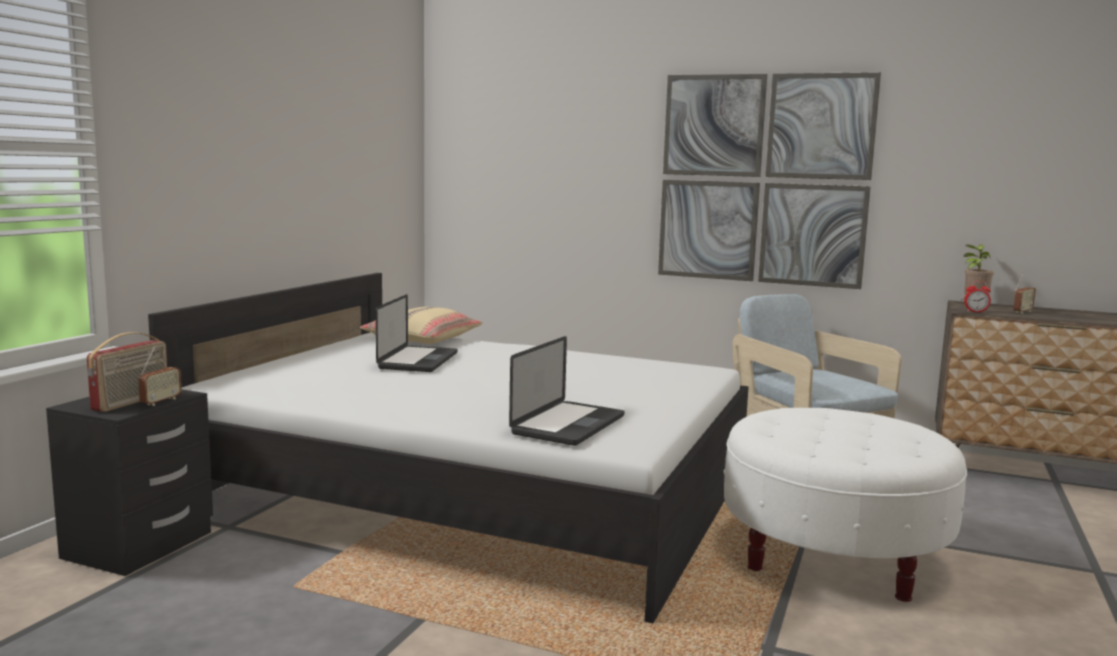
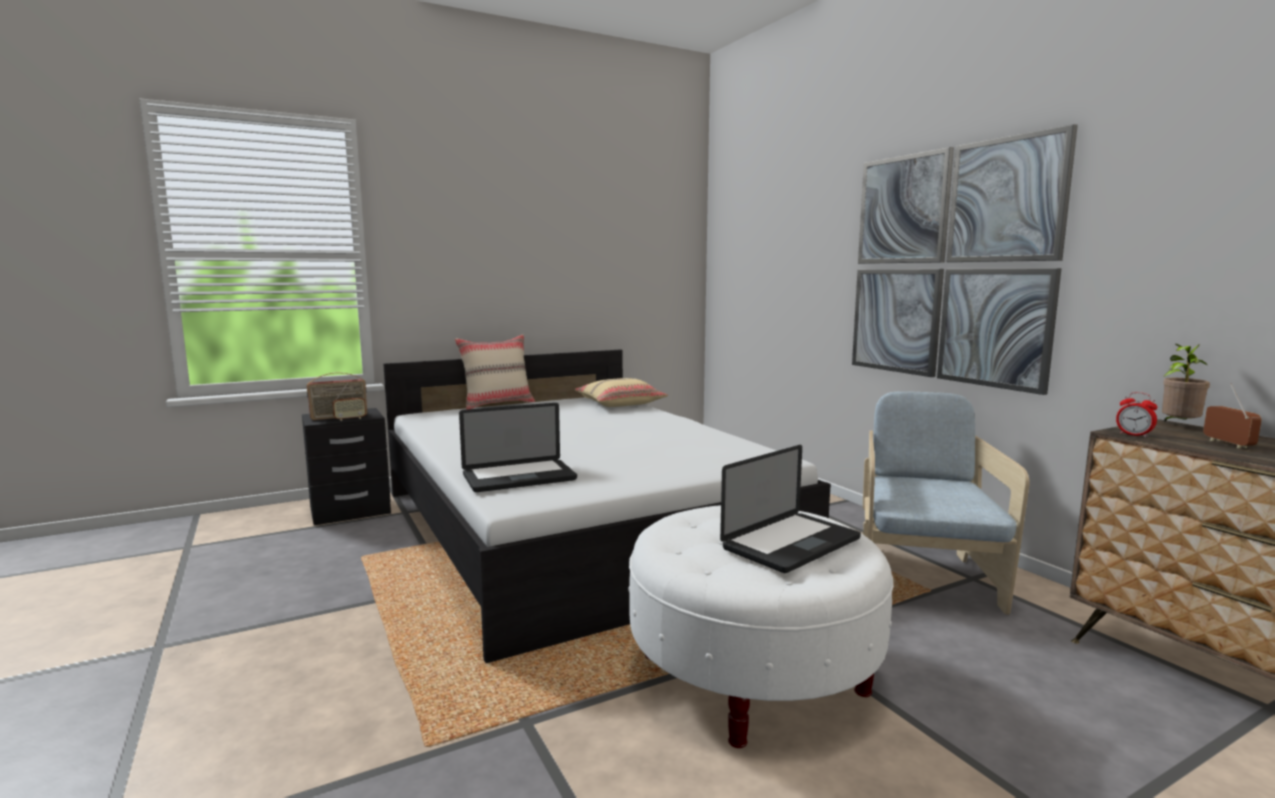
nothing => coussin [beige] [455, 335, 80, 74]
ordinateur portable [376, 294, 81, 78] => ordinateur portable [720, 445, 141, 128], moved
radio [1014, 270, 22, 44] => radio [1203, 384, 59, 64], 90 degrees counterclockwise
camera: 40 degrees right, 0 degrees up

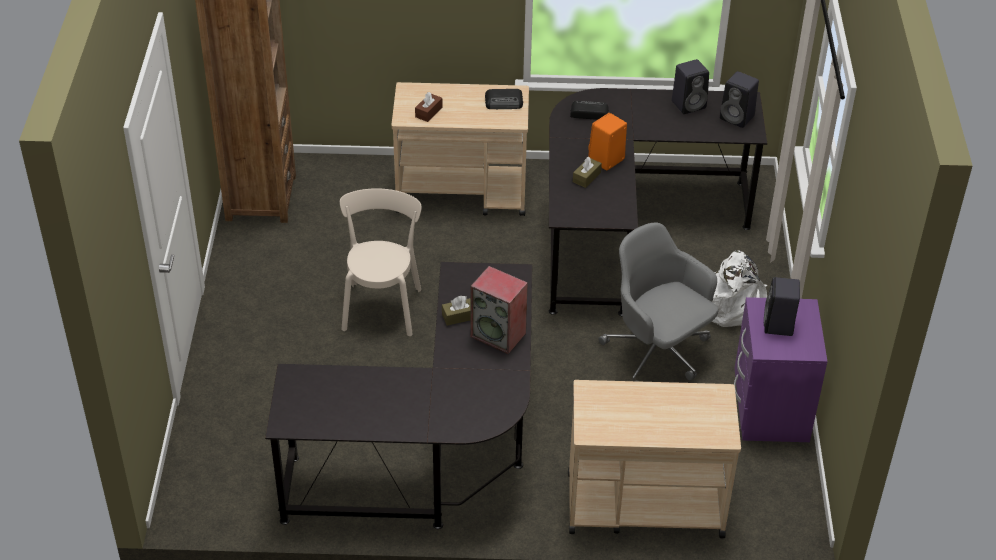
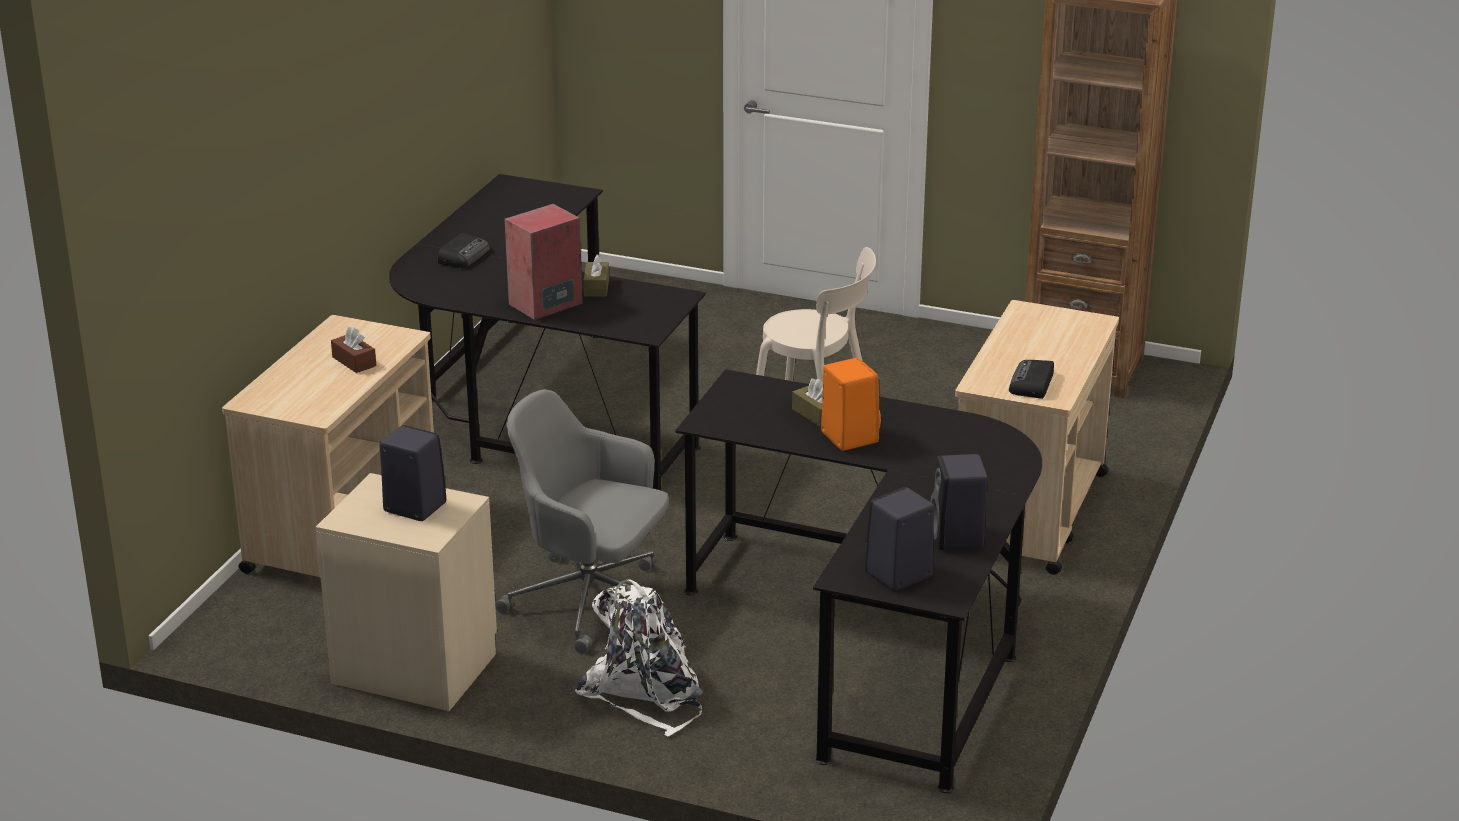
table de chevet [violet] [734, 297, 94, 145] => table de chevet [beige] [316, 473, 181, 238]
boîte à mouchoirs [marron] [415, 92, 27, 30] => boîte à mouchoirs [marron] [331, 327, 45, 46], moved
radio [570, 101, 39, 19] => radio [438, 233, 52, 35], moved
chaise de bureau [gris] [598, 222, 121, 160] => chaise de bureau [gris] [496, 389, 173, 265], 135 degrees counterclockwise
camera: 110 degrees right, 15 degrees down

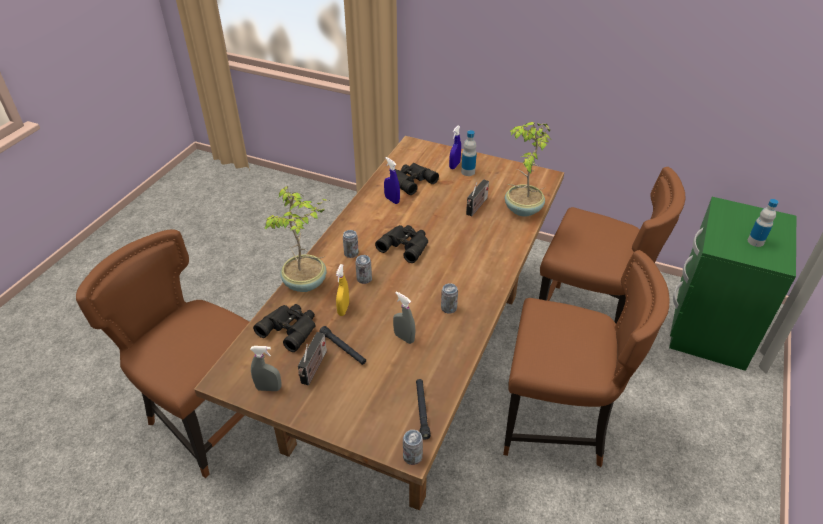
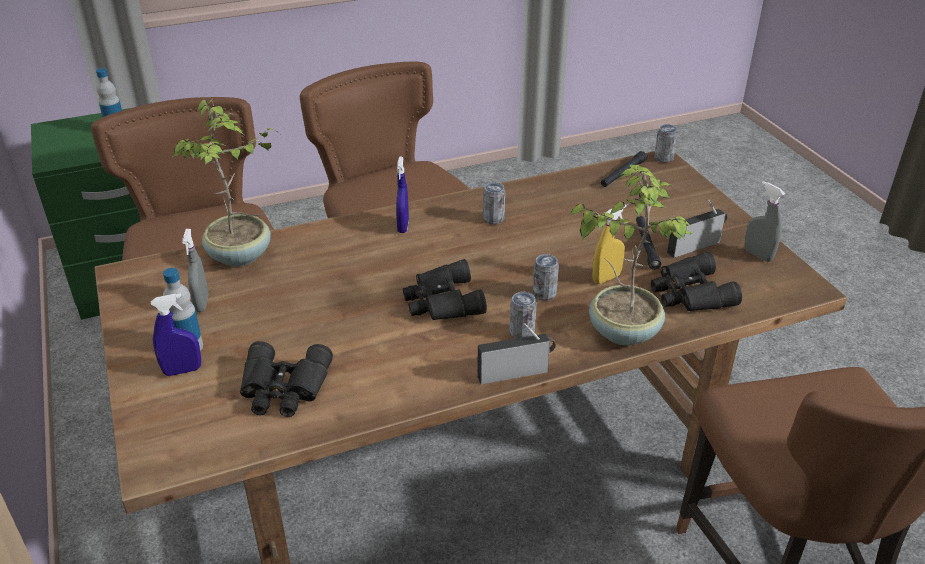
vaporisateur [gris] [393, 291, 23, 53] => vaporisateur [gris] [182, 229, 27, 83], moved
vaporisateur [bleu] [384, 157, 16, 47] => vaporisateur [bleu] [396, 157, 13, 76], moved
radio [466, 179, 23, 37] => radio [477, 323, 79, 61], moved
camera: 135 degrees left, 5 degrees down

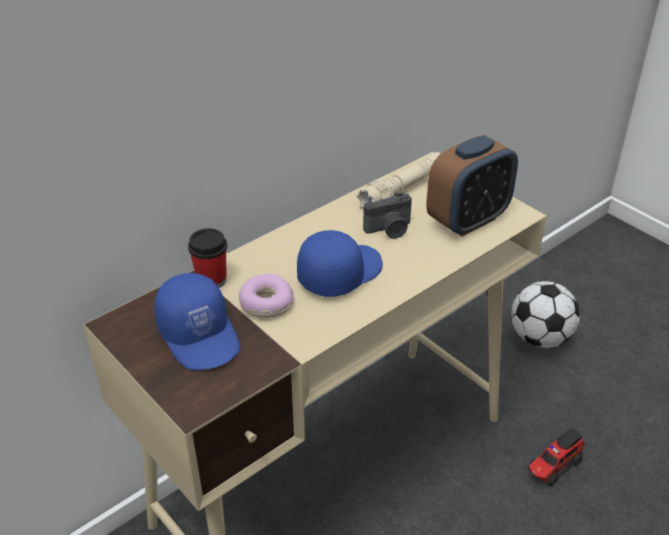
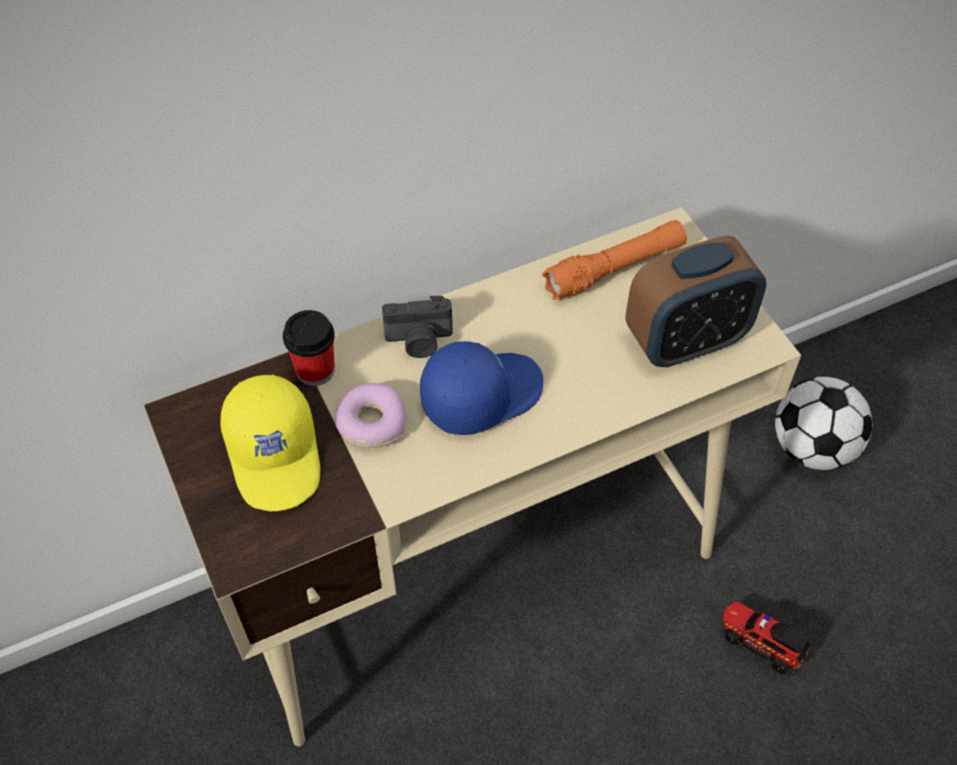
casquette [bleu] [154, 273, 86, 97] => casquette [jaune] [220, 375, 100, 136]
appareil photo [363, 192, 49, 47] => appareil photo [382, 296, 71, 62], moved
lampe de poche [beige] [356, 152, 85, 57] => lampe de poche [orange] [542, 220, 145, 80]
camion jouet [528, 428, 57, 59] => camion jouet [723, 601, 88, 73], 60 degrees clockwise
camera: 15 degrees right, 15 degrees up

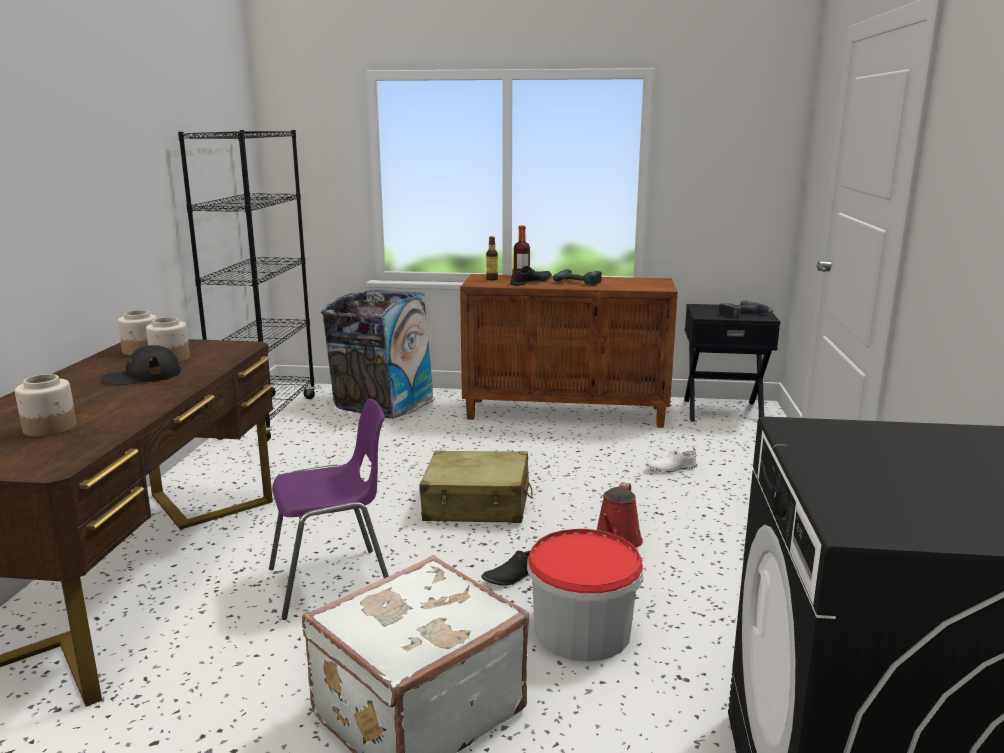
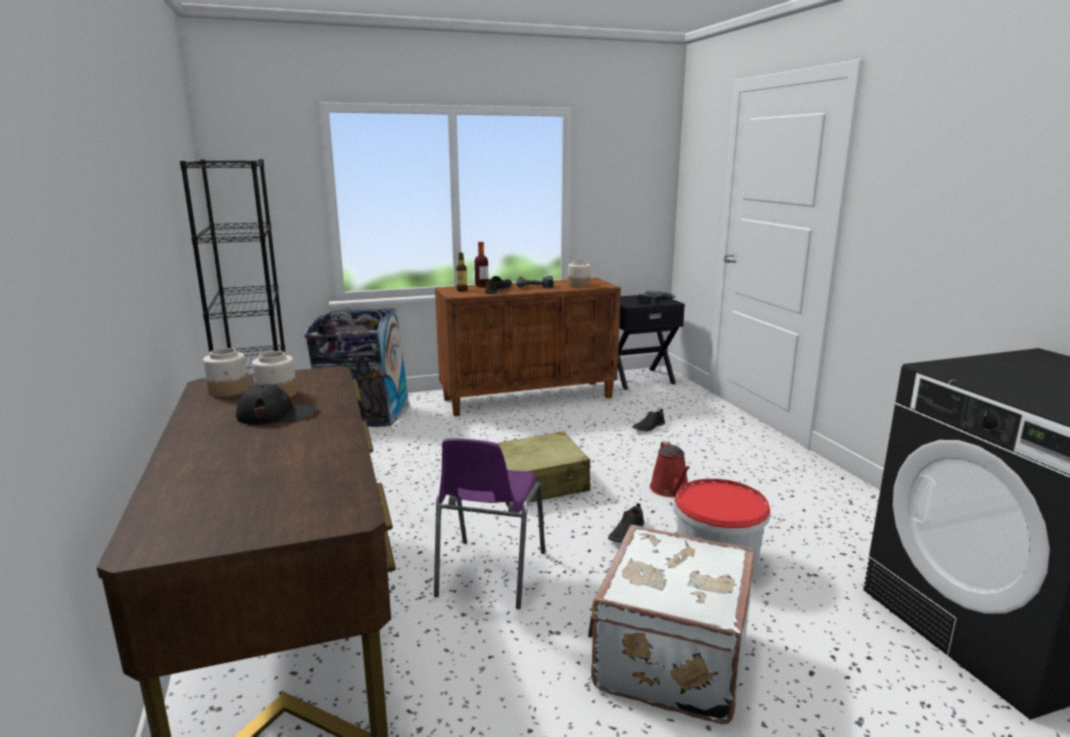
casquette [noir] [101, 345, 80, 40] => casquette [noir] [236, 384, 81, 41], 135 degrees counterclockwise
chaise [violet] [269, 398, 120, 222] => chaise [violet] [434, 438, 111, 171], 150 degrees clockwise
bocal [15, 374, 61, 63] => bocal [568, 260, 22, 27], moved
chaussure [blanc] [645, 448, 52, 25] => chaussure [noir] [632, 409, 33, 22]
camera: 25 degrees left, 0 degrees up

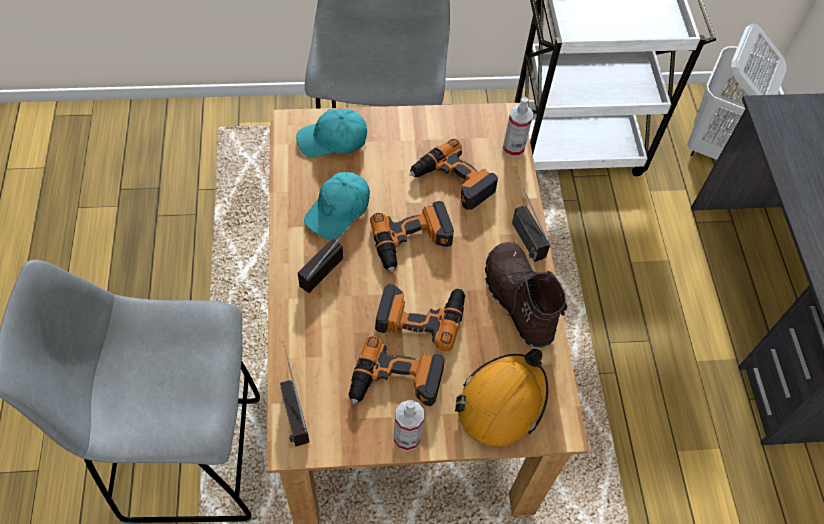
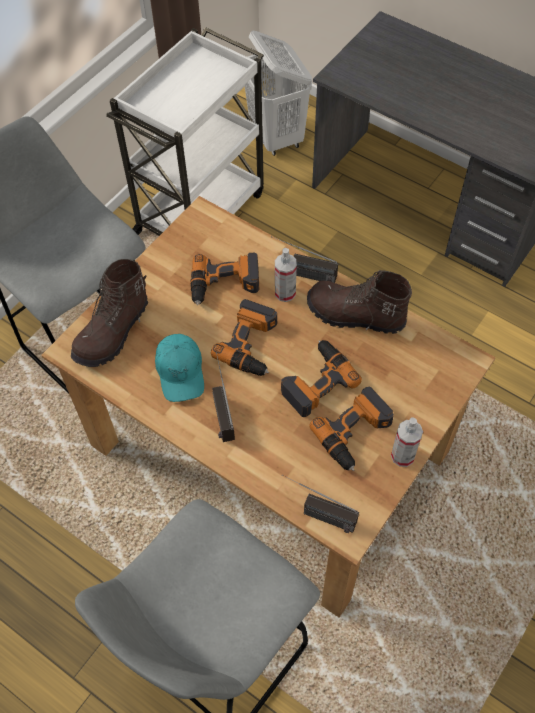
casquette [turquoise] [296, 109, 71, 48] => botte [marron] [71, 259, 77, 108]
vaporisateur [503, 97, 30, 60] => vaporisateur [275, 248, 22, 54], moved
casque de chantier [orange] [455, 349, 93, 98] => nothing
camera: 45 degrees left, 0 degrees up

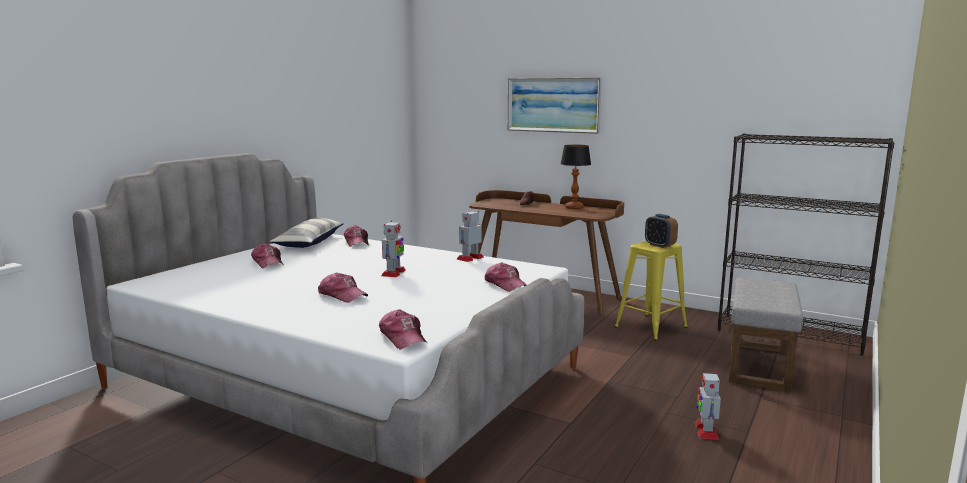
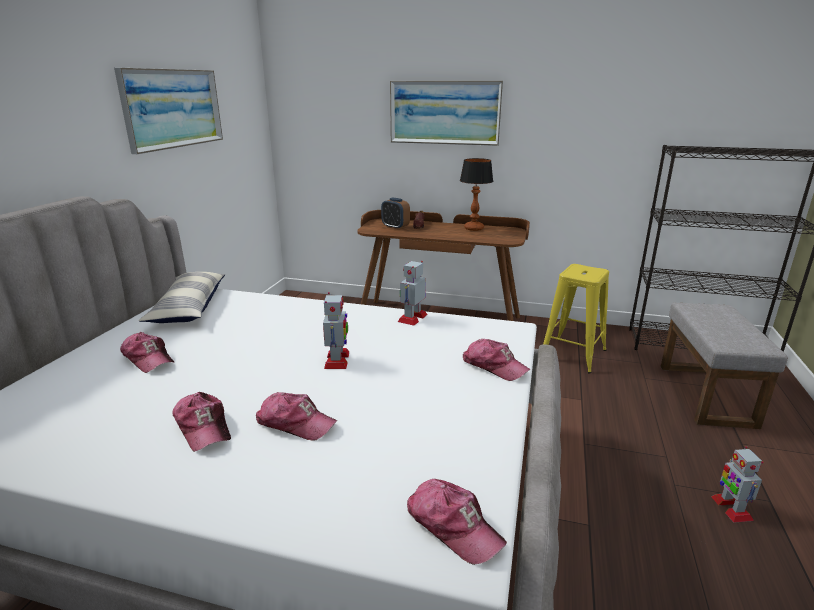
nothing => tableau [114, 68, 109, 86]
casquette [344, 225, 25, 22] => casquette [172, 392, 59, 60], moved
réveil [645, 214, 33, 34] => réveil [381, 198, 29, 31], moved
camera: 15 degrees left, 10 degrees up

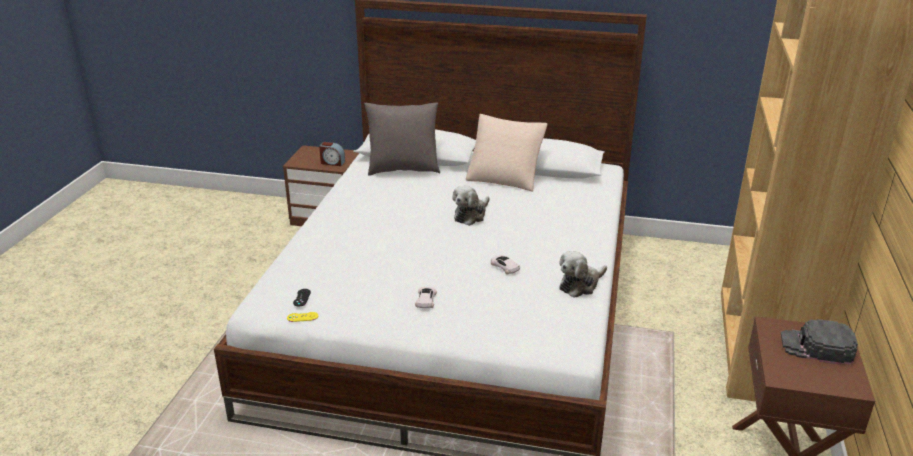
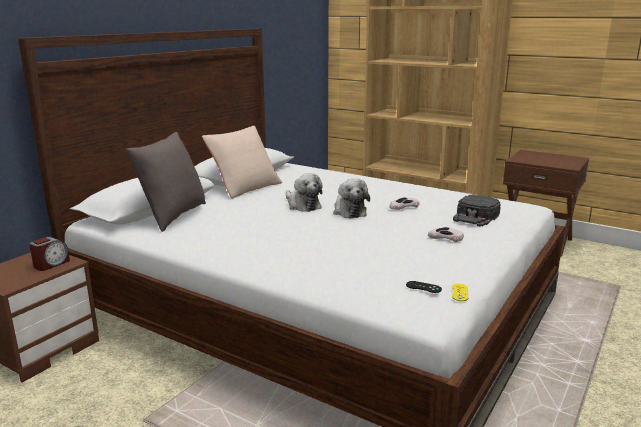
peluche [559, 251, 48, 47] => peluche [333, 178, 37, 40], moved
casquette [noir] [781, 319, 77, 46] => casquette [noir] [453, 194, 48, 33], moved
camera: 70 degrees left, 10 degrees down

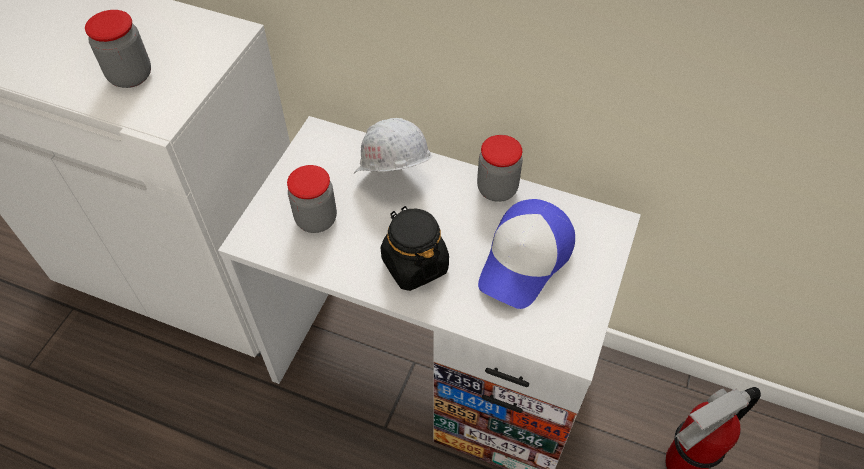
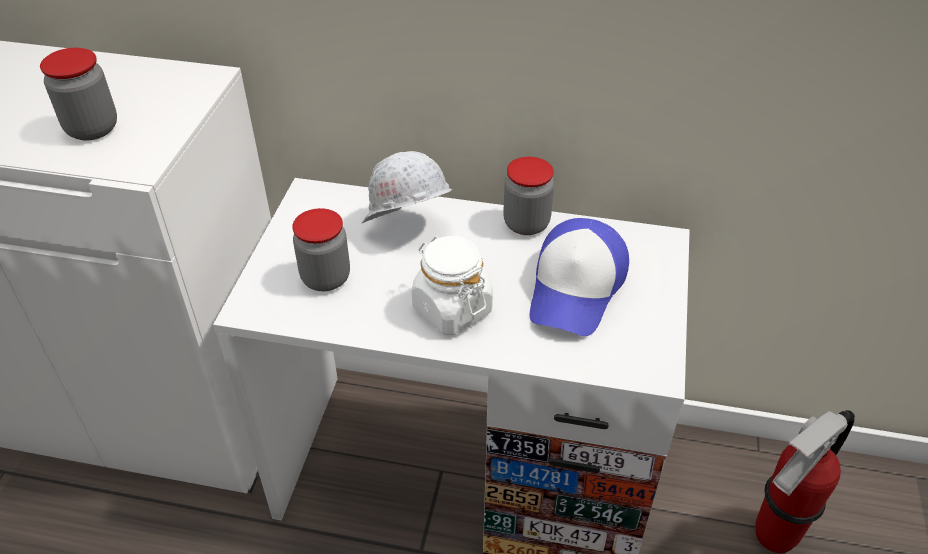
bocal [noir] [381, 206, 68, 85] => bocal [blanc] [412, 236, 81, 99]
camera: 10 degrees left, 10 degrees down

